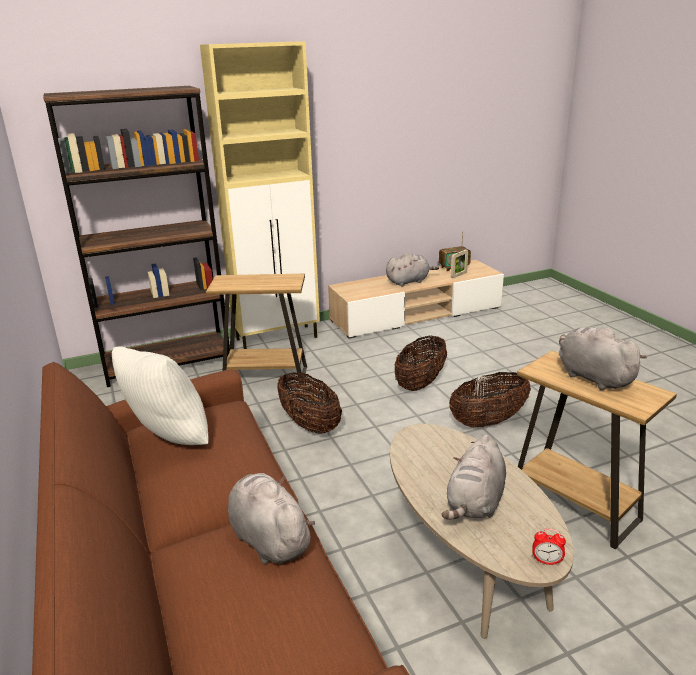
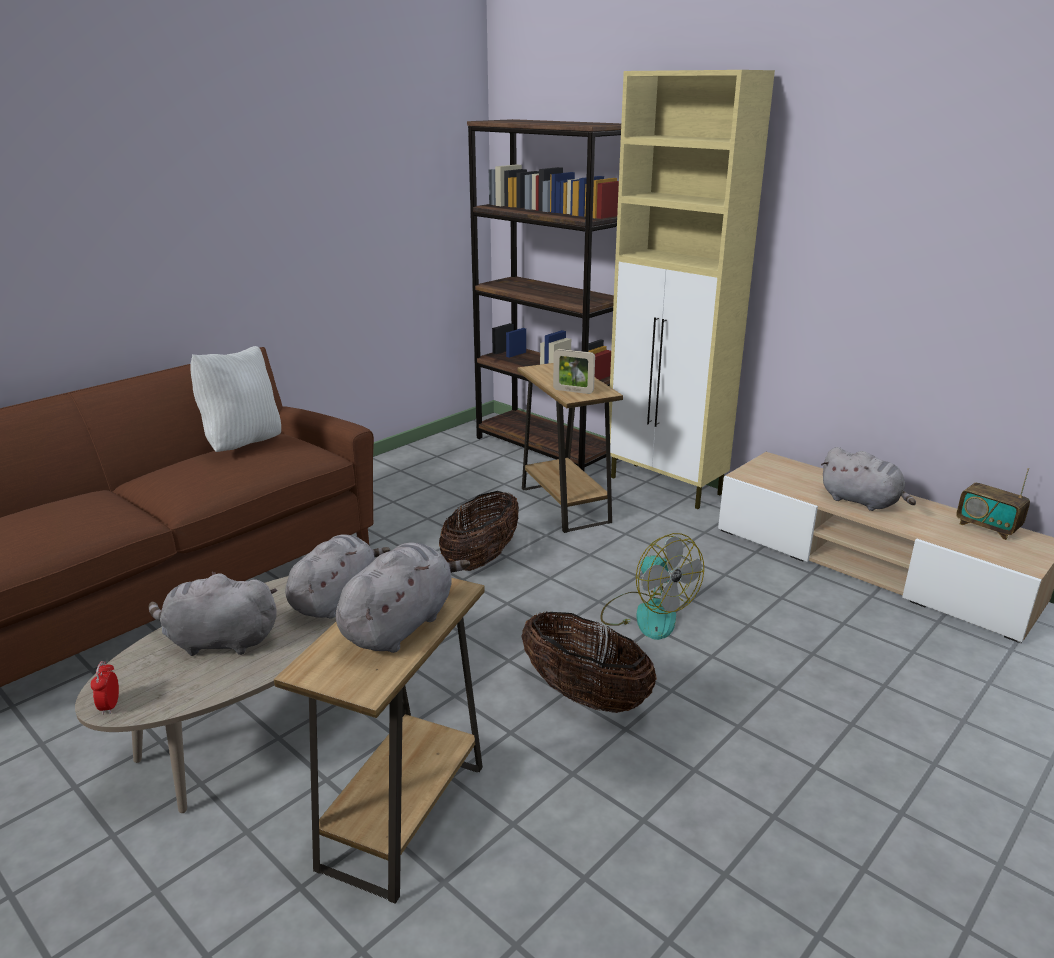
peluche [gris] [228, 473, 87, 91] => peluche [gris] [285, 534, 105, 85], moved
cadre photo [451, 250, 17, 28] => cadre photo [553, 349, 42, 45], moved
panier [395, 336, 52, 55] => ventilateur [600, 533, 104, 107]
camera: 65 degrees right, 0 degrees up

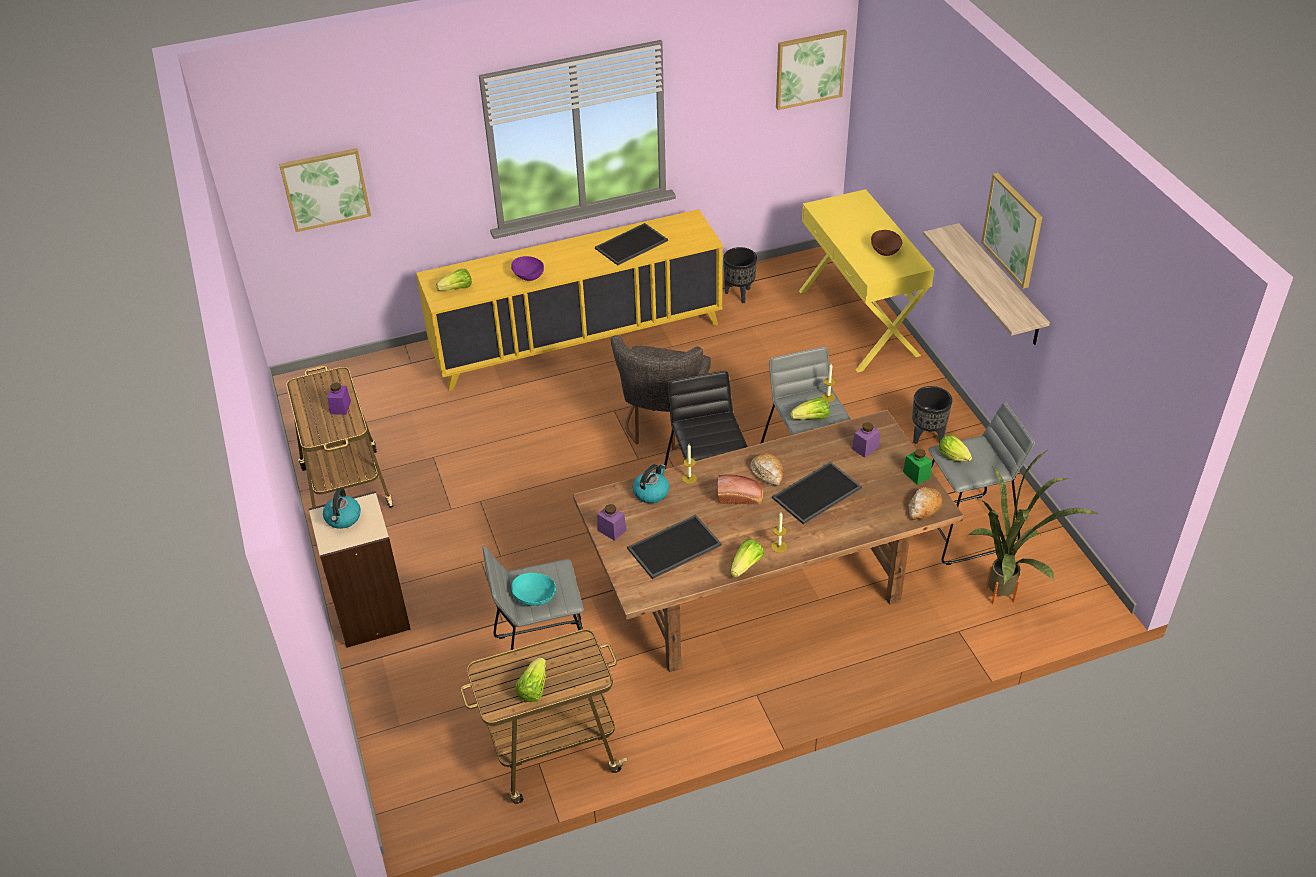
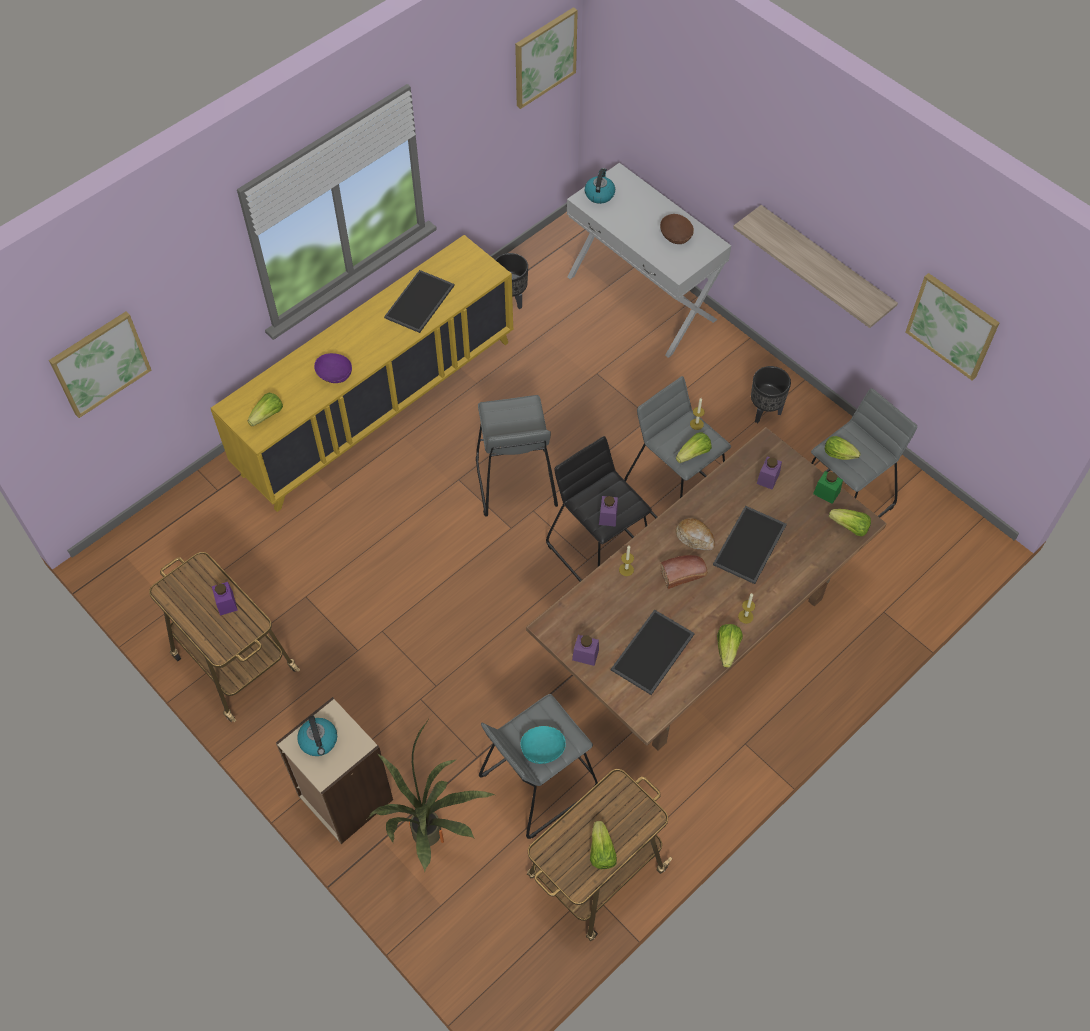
plante en pot [969, 450, 129, 154] => plante en pot [367, 720, 128, 152], moved
chaise [gris] [611, 335, 100, 115] => tabouret [gris] [476, 395, 82, 121]
table console [jaune] [799, 189, 135, 184] => table console [blanc] [567, 163, 164, 195]
bouilloire [633, 464, 36, 39] => bouilloire [585, 168, 30, 36], moved
nothing => bocal [violet] [599, 496, 19, 31]
pain [908, 487, 34, 33] => laitue [829, 509, 42, 27]
tableau [981, 173, 61, 116] => tableau [906, 273, 93, 107], moved
camera: 25 degrees left, 15 degrees up

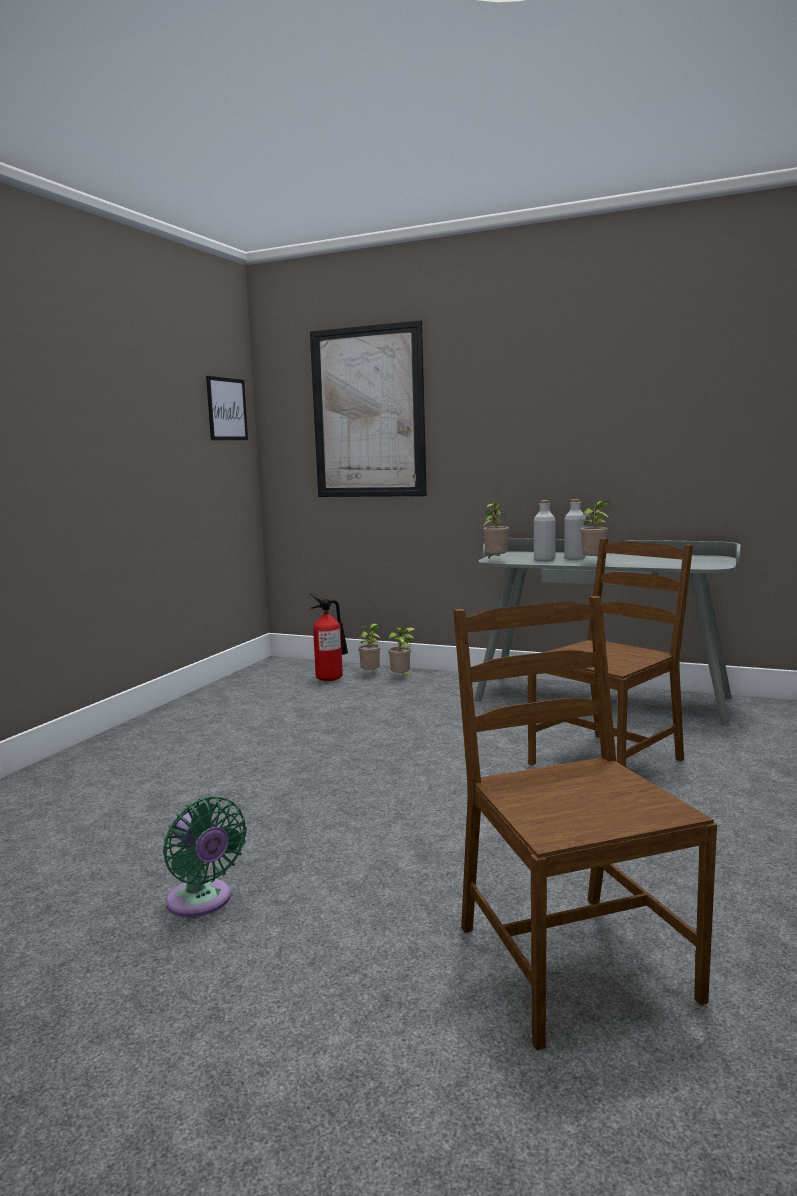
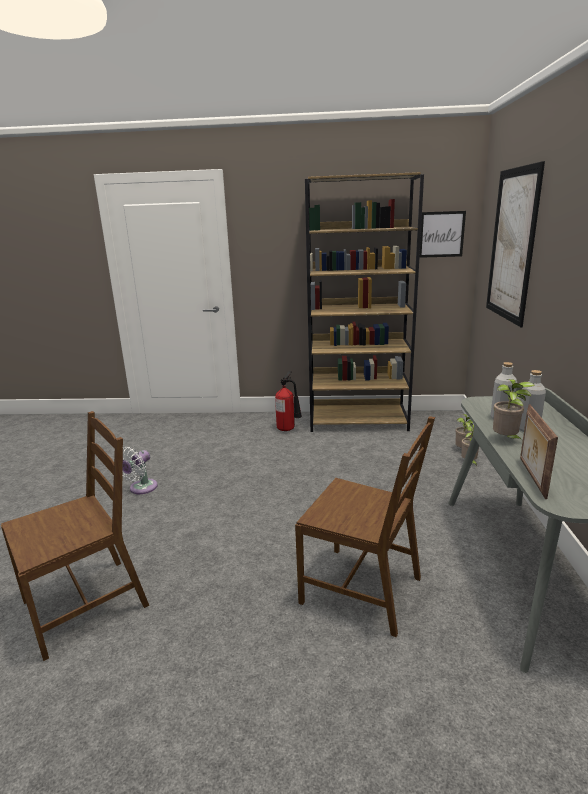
ventilateur [vert] [163, 796, 84, 121] => ventilateur [blanc] [122, 447, 36, 47]
extincteur [310, 593, 38, 88] => extincteur [275, 371, 27, 60], moved
nothing => bibliothèque [marron] [305, 172, 119, 260]
nothing => cadre photo [520, 404, 38, 95]
plante en pot [483, 501, 26, 57] => nothing
camera: 70 degrees right, 10 degrees up

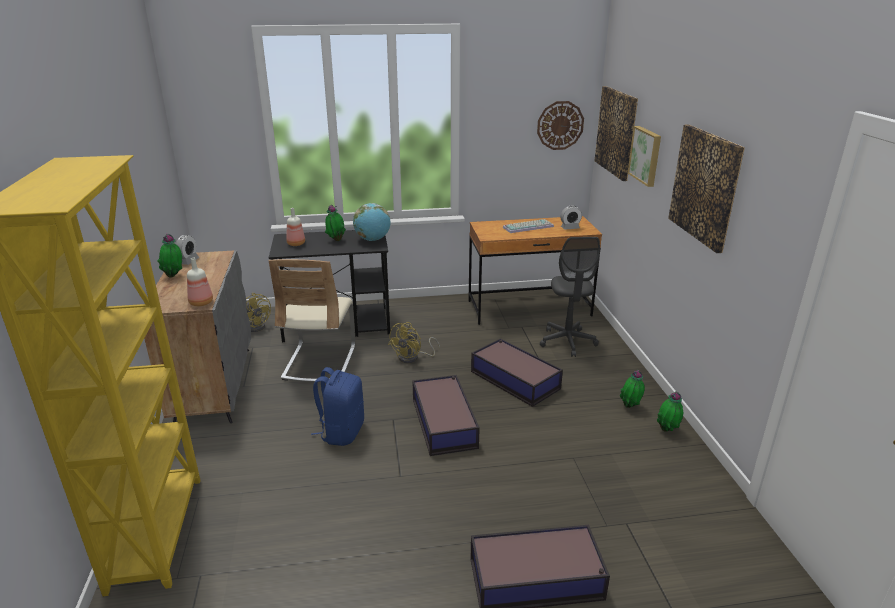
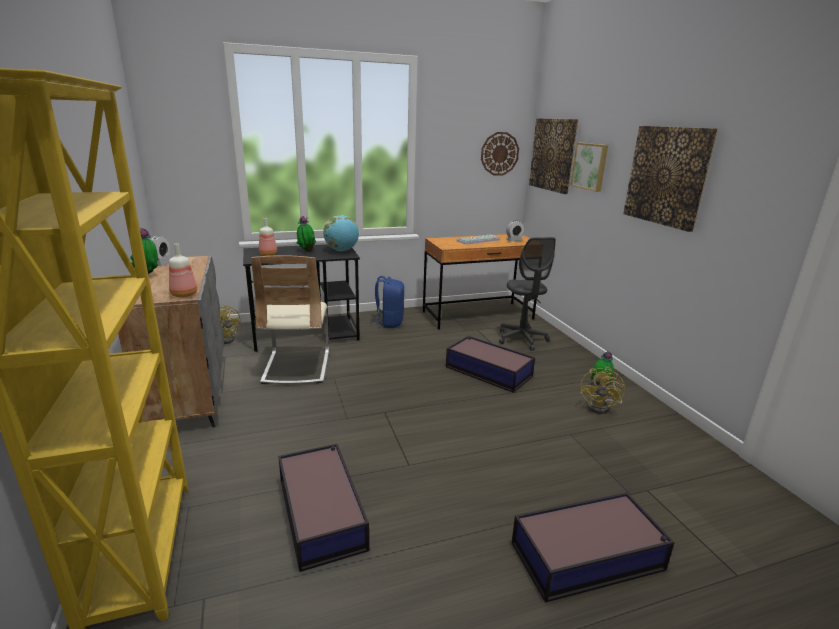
boîte de rangement [412, 375, 68, 81] => boîte de rangement [278, 444, 91, 128], moved
sac à dos [bleu] [311, 367, 53, 79] => sac à dos [bleu] [370, 276, 34, 52], moved
ventilateur [jaune] [388, 322, 52, 41] => ventilateur [jaune] [580, 367, 45, 47], moved
plante en pot [657, 391, 26, 41] => nothing
camera: 10 degrees left, 5 degrees down

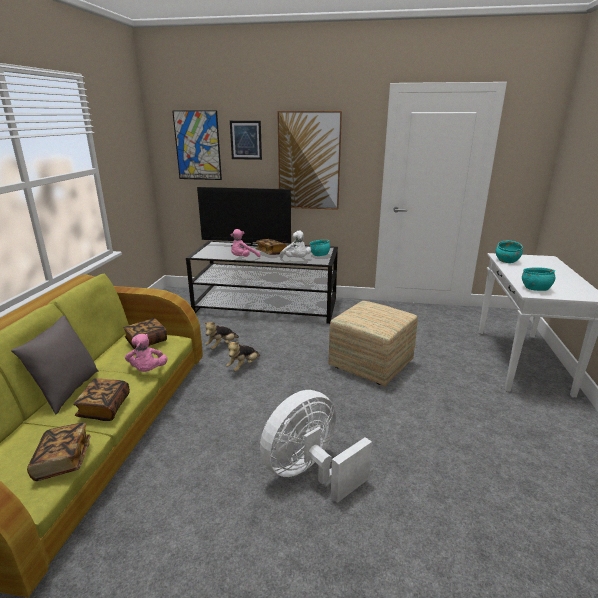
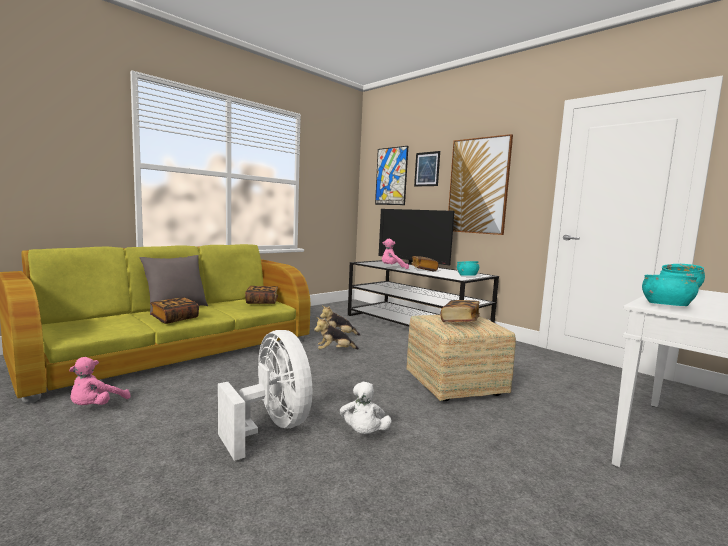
peluche [rose] [125, 334, 43, 38] => peluche [rose] [69, 357, 61, 48], moved
ventilateur [blanc] [260, 390, 112, 113] => ventilateur [blanc] [218, 330, 94, 131], 60 degrees clockwise
peluche [blanc] [280, 231, 31, 28] => peluche [blanc] [340, 382, 52, 52], moved
livre [27, 422, 63, 59] => livre [440, 300, 40, 22], moved
camera: 35 degrees right, 15 degrees down

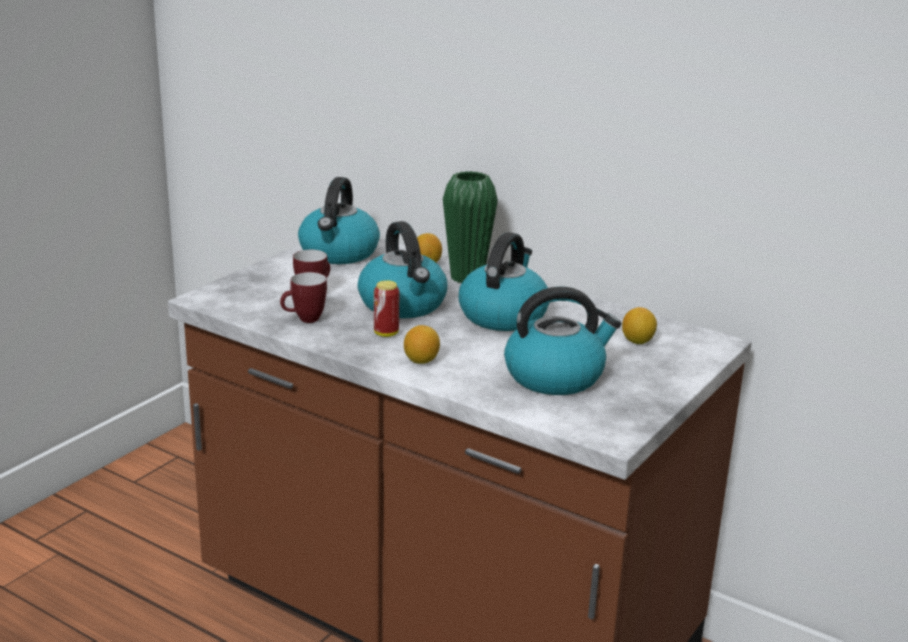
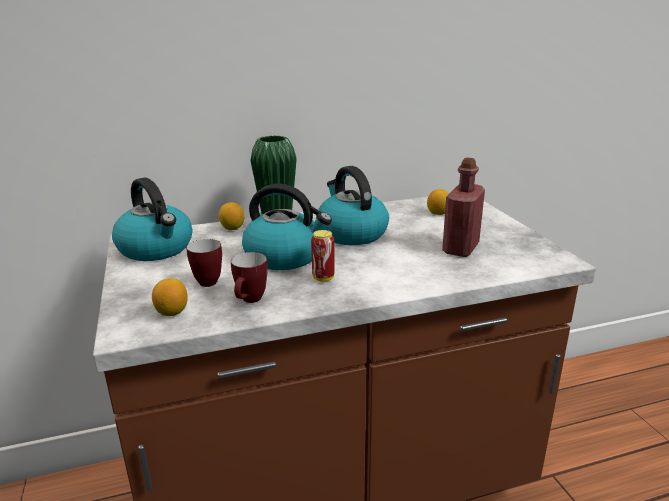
citron [404, 325, 36, 39] => citron [152, 278, 36, 38], moved
bouilloire [504, 287, 117, 108] => bouteille [rouge] [442, 157, 43, 100]
camera: 50 degrees left, 0 degrees up

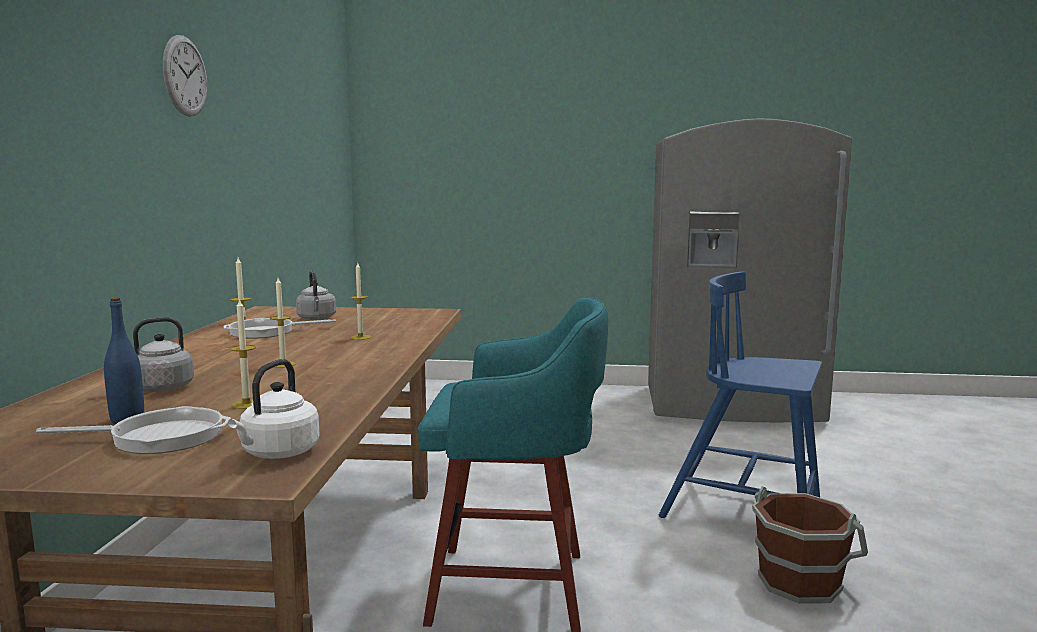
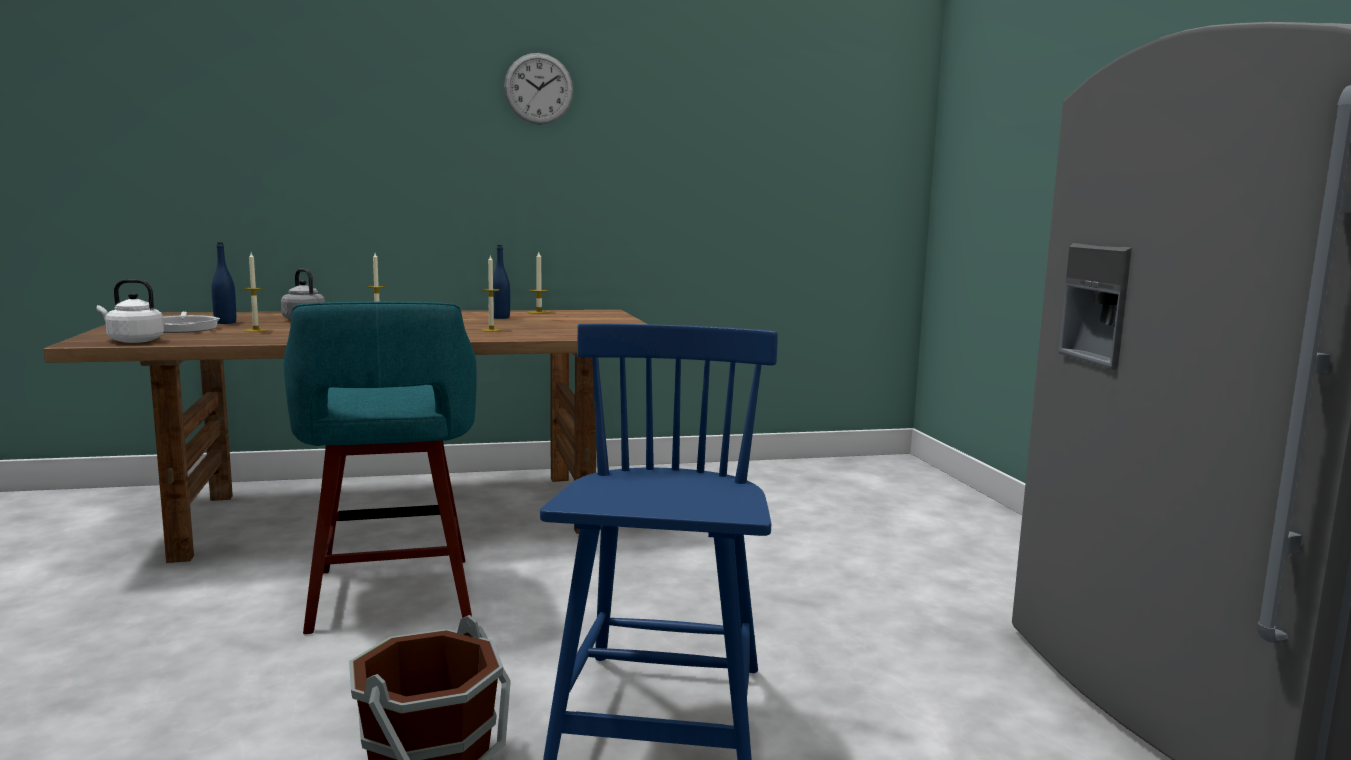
poêle [224, 318, 112, 21] => bouteille [bleu] [493, 245, 17, 74]
bouilloire [gris] [296, 270, 40, 50] => nothing
camera: 70 degrees right, 0 degrees up

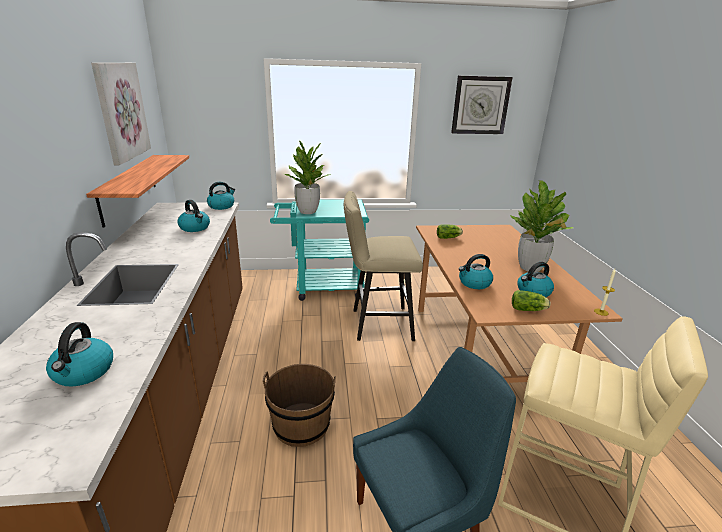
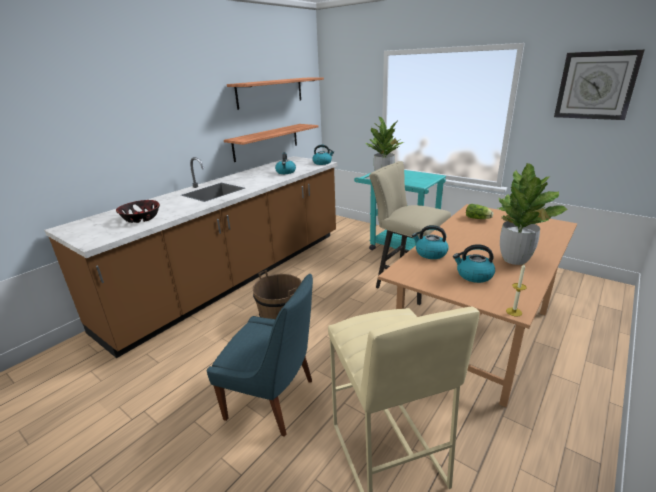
bouilloire [46, 322, 67, 64] => bol [116, 200, 44, 23]
tableau [91, 63, 60, 102] => étagère [227, 77, 97, 33]
laitue [512, 290, 38, 21] => nothing
camera: 45 degrees right, 0 degrees up

